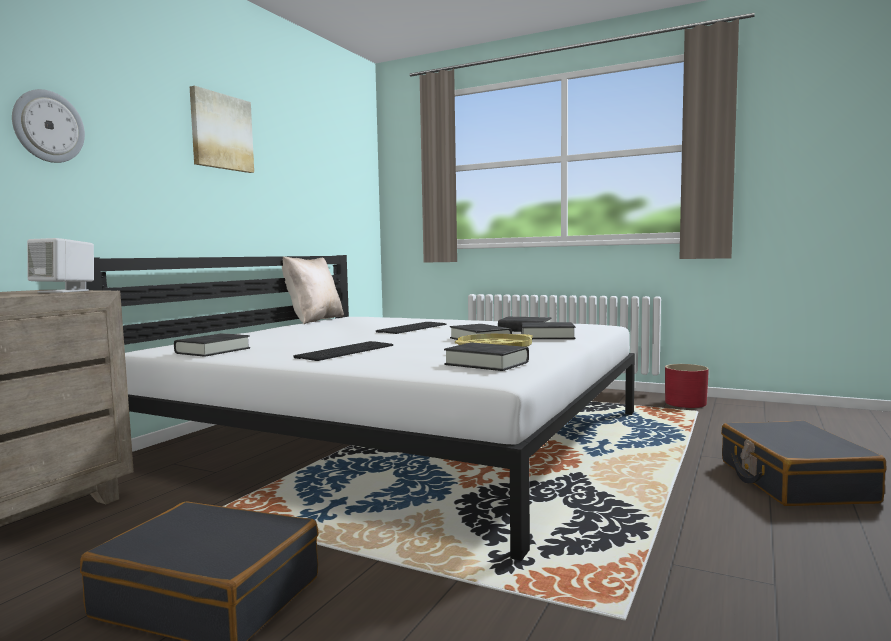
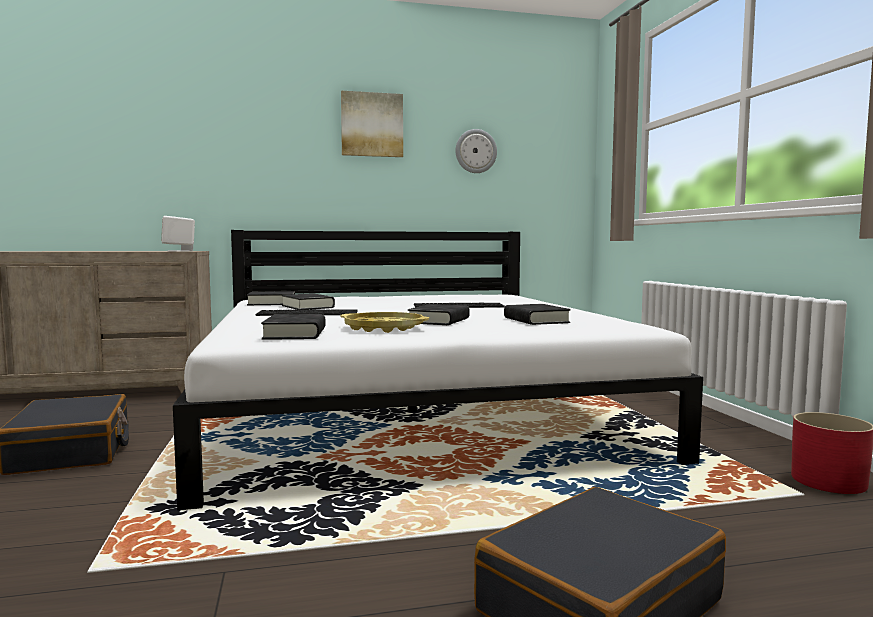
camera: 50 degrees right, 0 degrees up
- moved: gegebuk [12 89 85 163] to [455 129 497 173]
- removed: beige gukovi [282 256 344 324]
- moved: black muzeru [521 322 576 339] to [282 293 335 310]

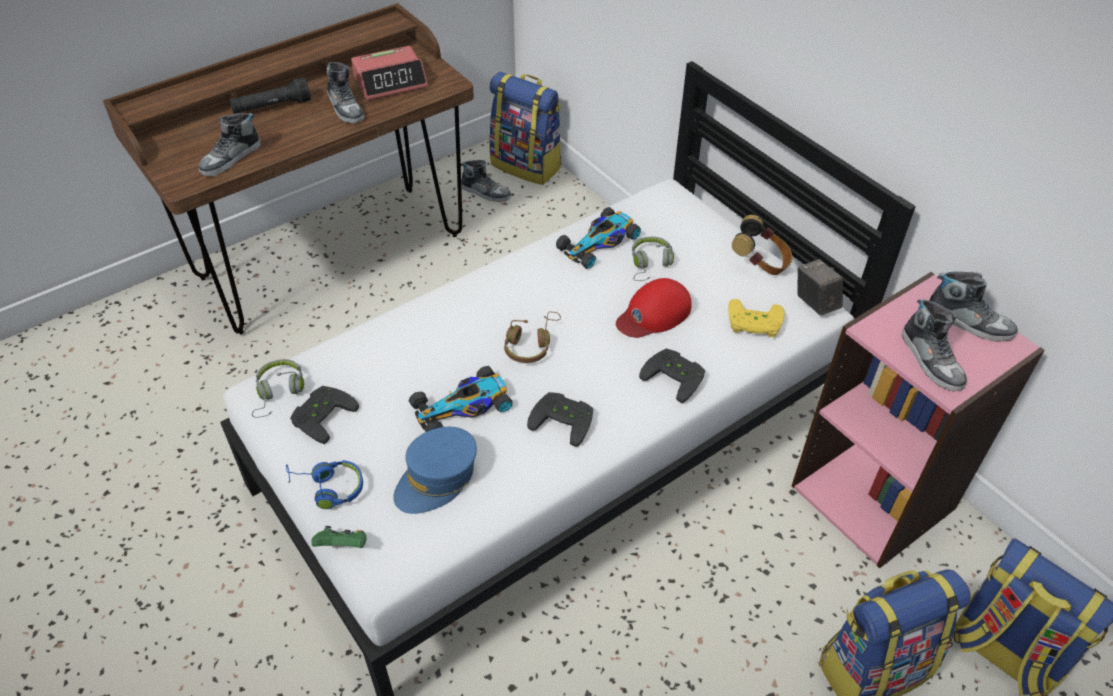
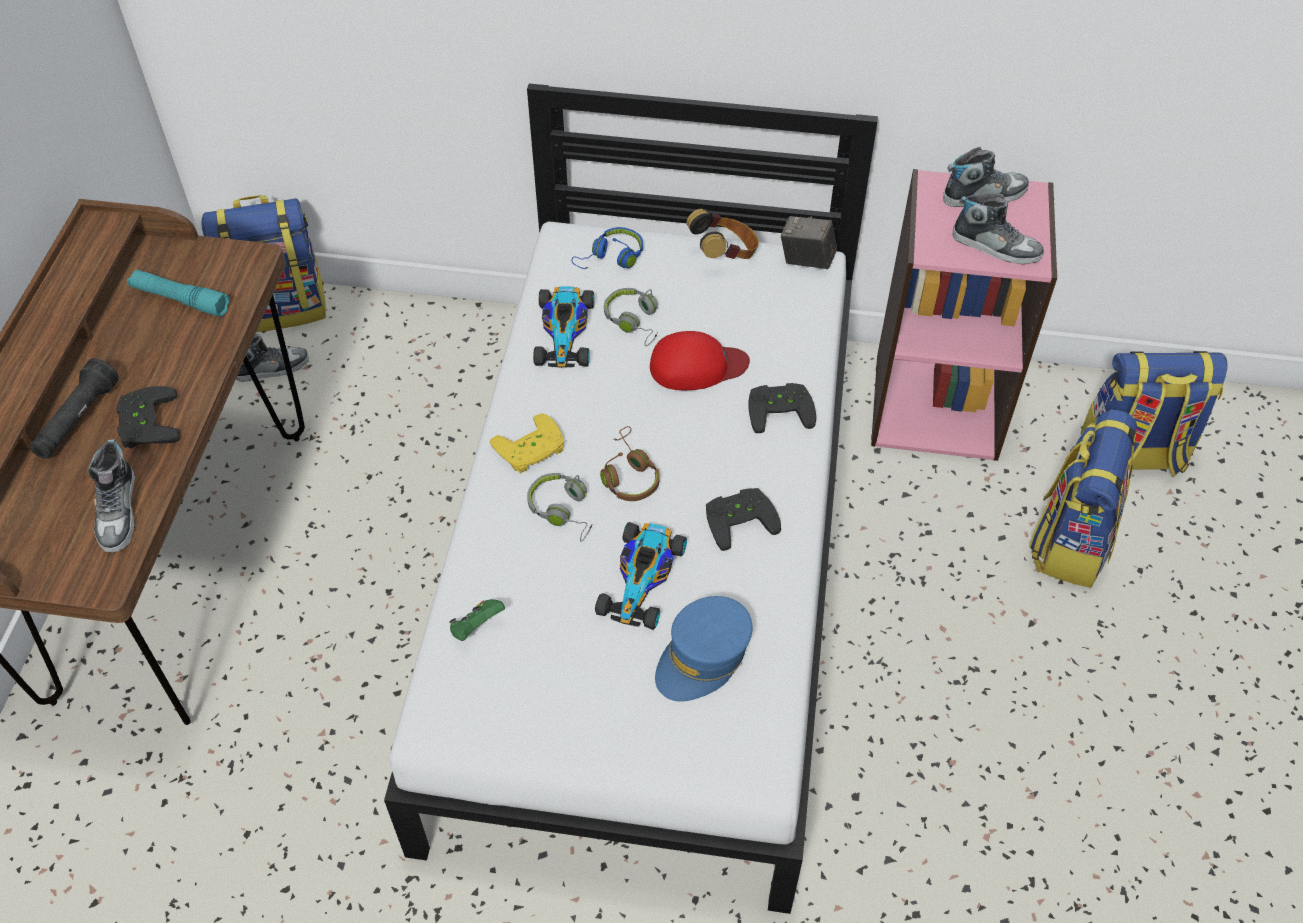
camera: 45 degrees left, 5 degrees up
- moved: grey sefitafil [252 359 304 418] to [527 473 593 542]
- moved: blue sefitafil [286 460 363 509] to [572 227 643 269]
- moved: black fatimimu [290 386 360 444] to [116 386 180 448]
- moved: green fatimimu [312 526 366 548] to [449 599 505 641]
- removed: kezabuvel [326 62 364 124]
- replaced: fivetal [351 46 428 101] to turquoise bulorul [127 269 230 317]
- turned: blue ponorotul [393 427 477 514] = [655 596 753 702] 45 degrees clockwise
- turned: red ponorotul [616 278 692 338] = [650 331 750 390] 105 degrees counterclockwise
- moved: yellow fatimimu [728 299 784 338] to [490 413 564 473]

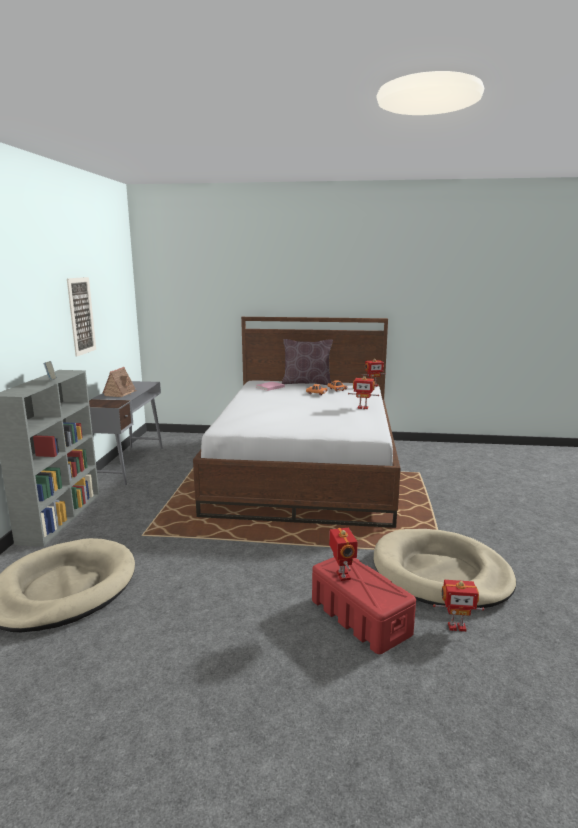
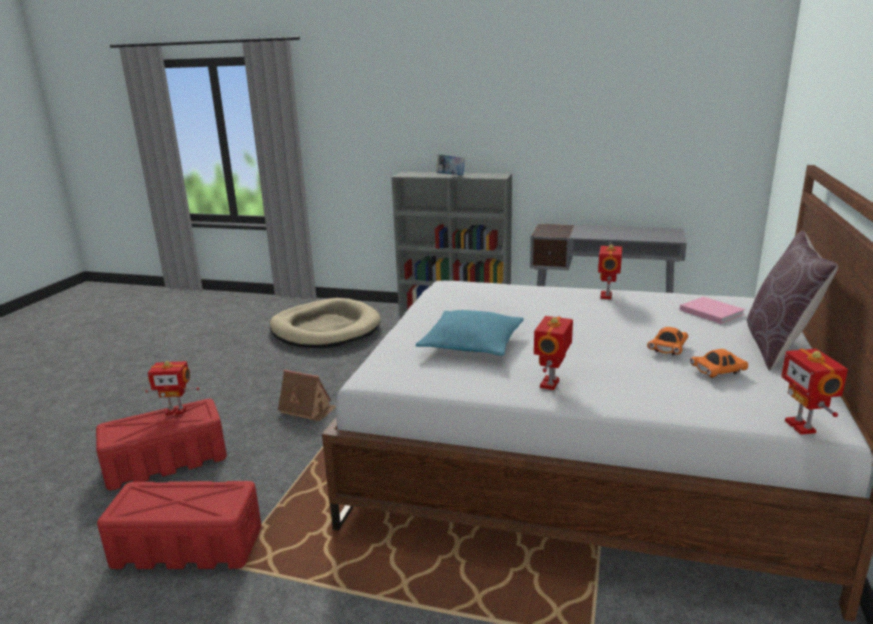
camera: 100 degrees right, 5 degrees up
- removed: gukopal [67 277 96 357]
- moved: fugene [103 367 137 397] to [278 369 336 421]
- replaced: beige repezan [374 529 516 610] to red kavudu [97 481 262 569]
- moved: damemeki [433 580 484 632] to [598 244 622 299]
- added: turquoise gukovi [416 310 524 356]

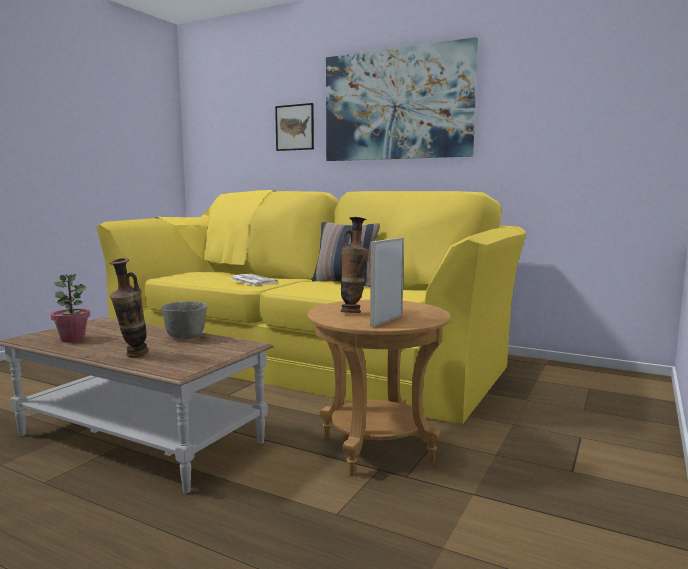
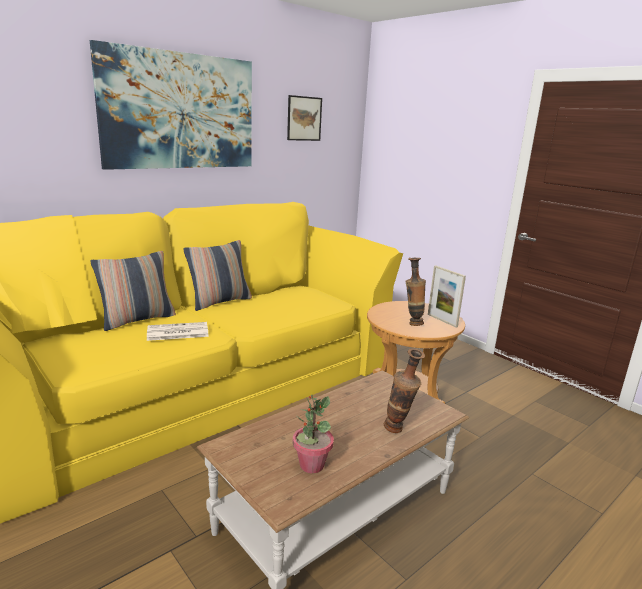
camera: 70 degrees left, 10 degrees up
- removed: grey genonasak [161 301 208 339]
- moved: gukopal [275 103 314 151] to [287 95 322 141]
- added: gukovi [91 251 176 331]

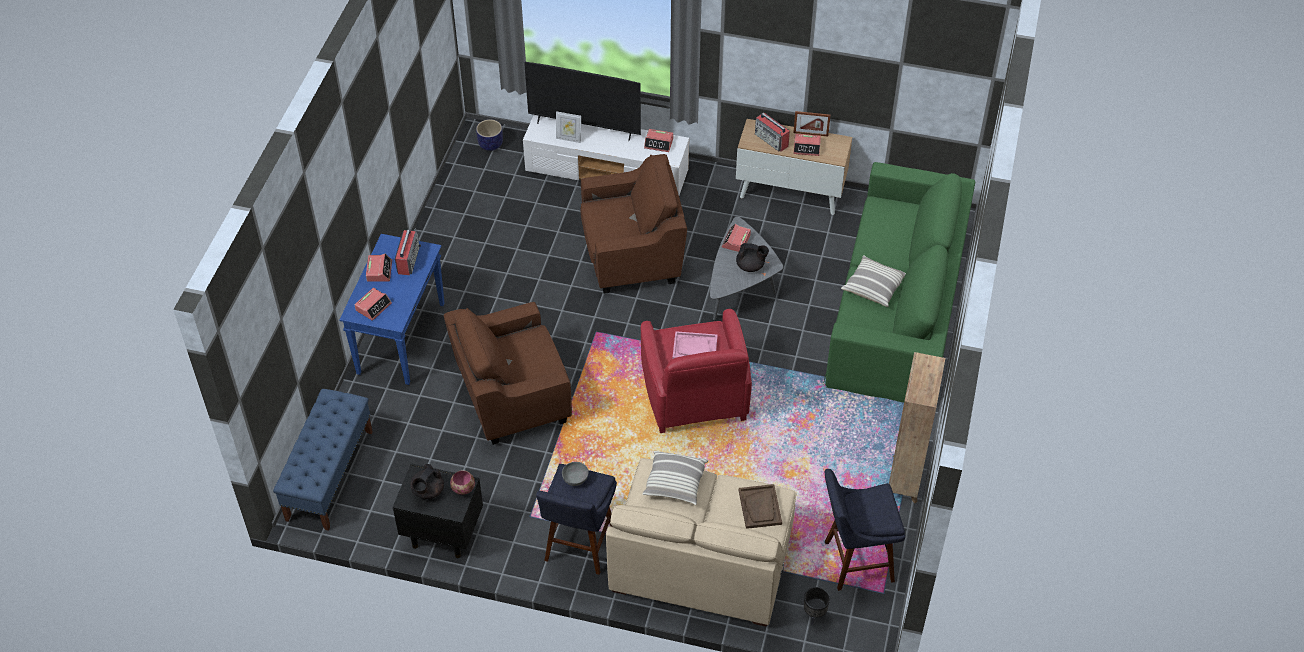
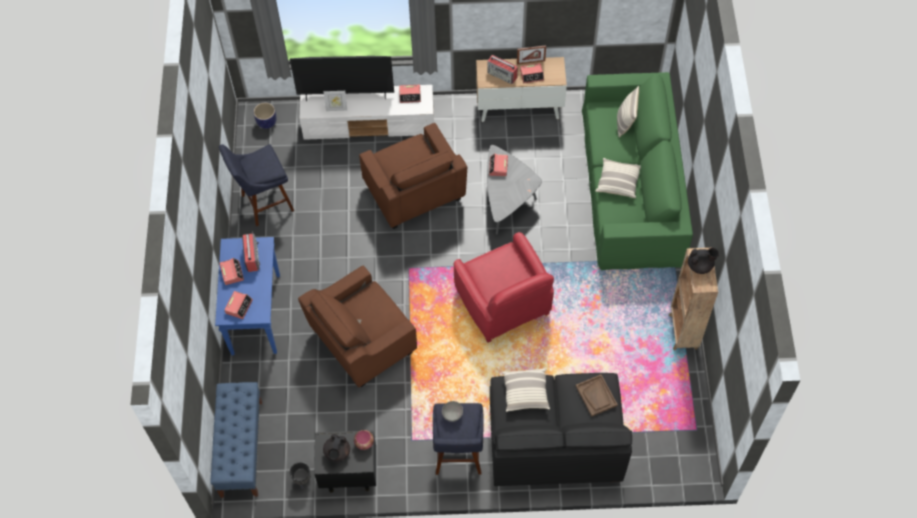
camera: 15 degrees left, 10 degrees up
- turned: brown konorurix [581 154 687 294] = [359 123 467 229] 90 degrees clockwise
- recoloured: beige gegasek [606 458 796 626] to black gegasek [490 373 632 486]
- removed: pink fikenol [672 331 718 359]
- moved: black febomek [736 243 769 272] to [688 248 719 274]
- moved: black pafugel [804 587 830 625] to [290 462 311 489]
- moved: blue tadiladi [825 469 905 591] to [219 144 294 226]
- added: gukovi [617 86 639 138]

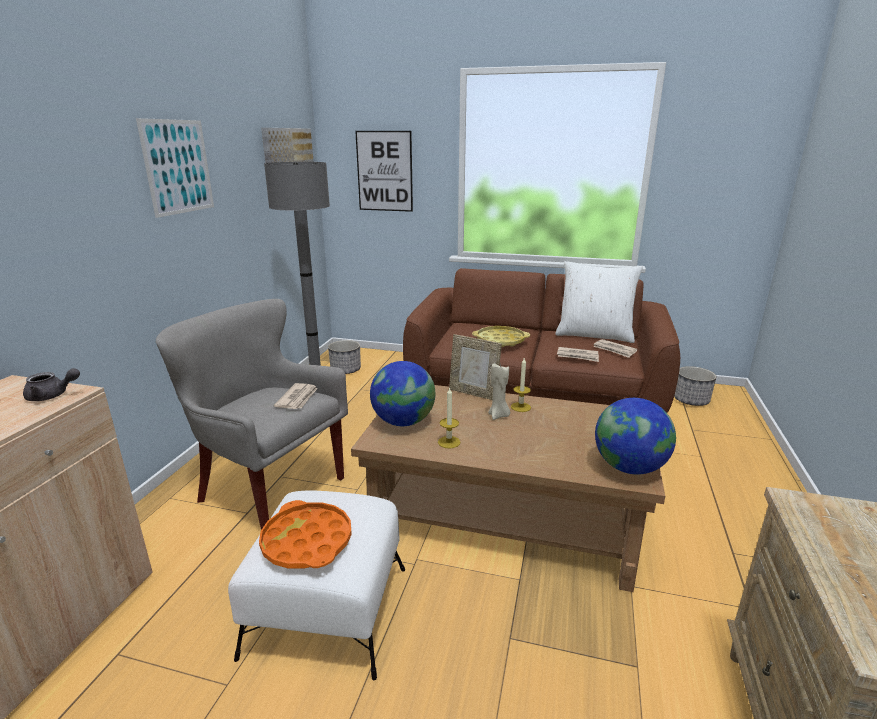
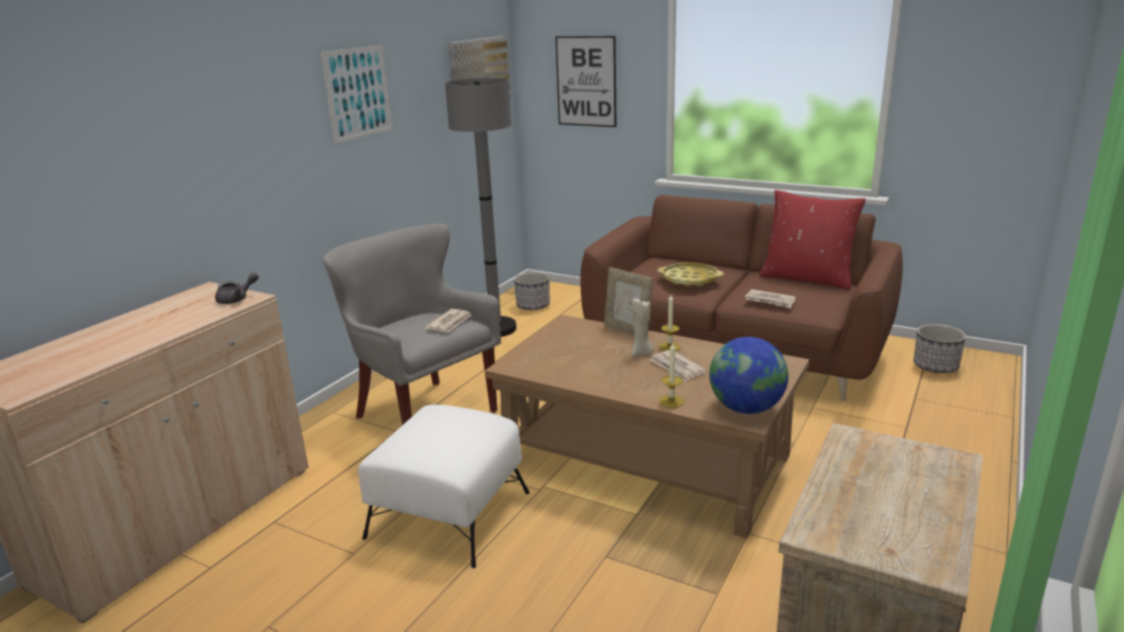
camera: 15 degrees right, 0 degrees up
- turned: grey febomek [23 368 80 401] = [215 272 259 304] 45 degrees counterclockwise
- removed: orange fikenol [259 500 352 569]
- removed: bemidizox [370 361 435 426]
- moved: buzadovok [438 388 460 449] to [659 343 684 408]
- recoloured: white gukovi [555 261 643 343] to red gukovi [760 190 866 290]
- moved: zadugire [593 339 638 358] to [650 350 706 382]

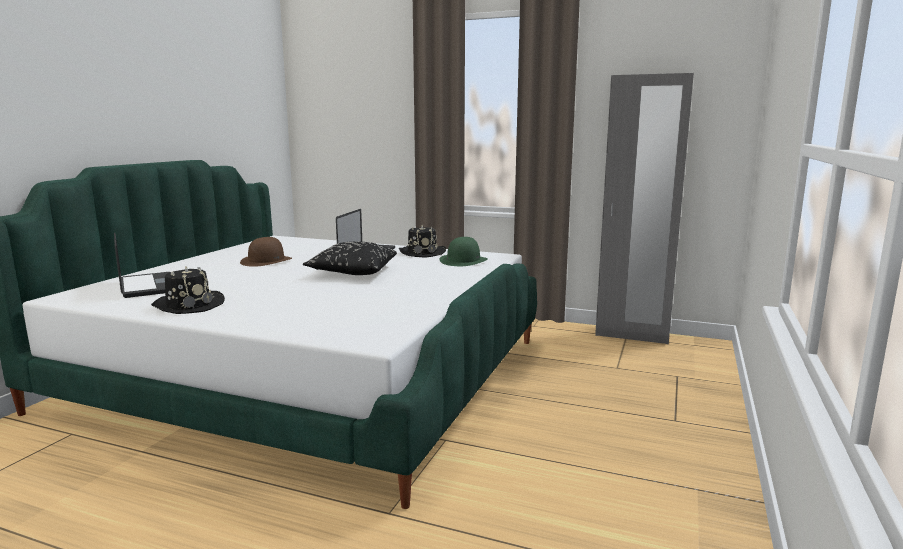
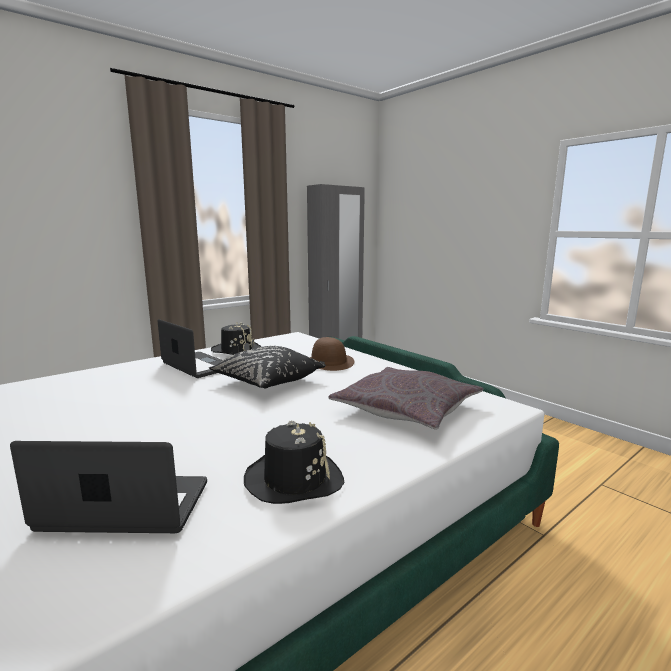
camera: 60 degrees left, 0 degrees up
- moved: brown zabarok [240 237 292 267] to [310 337 354 371]
- removed: green zabarok [439 237 488 266]
- added: grey gukovi [328 367 484 430]

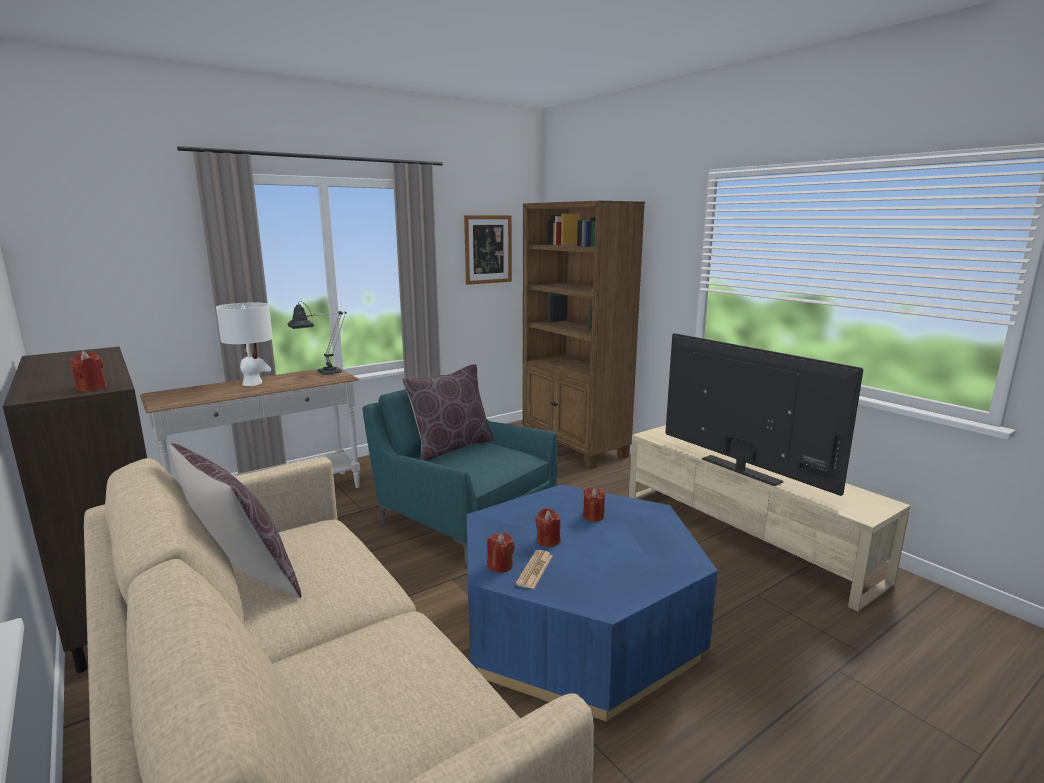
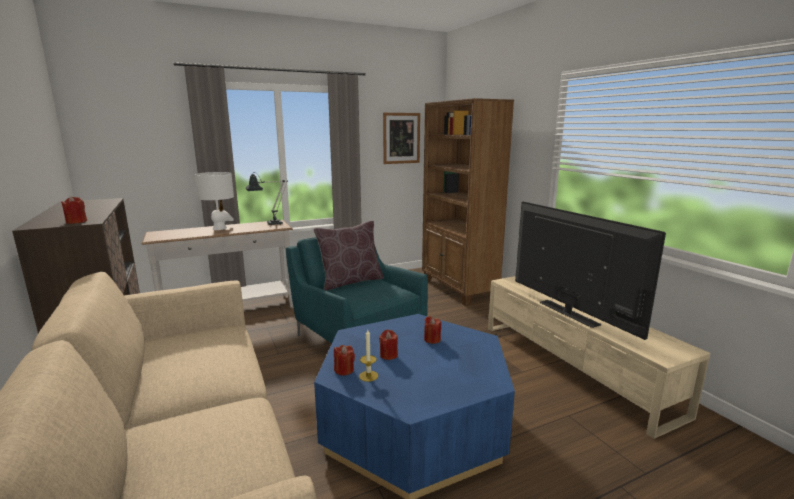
camera: 10 degrees right, 0 degrees up
- removed: brown gukovi [169 443 301 598]
- replaced: zadugire [516 550 553 589] to buzadovok [359 330 378 382]

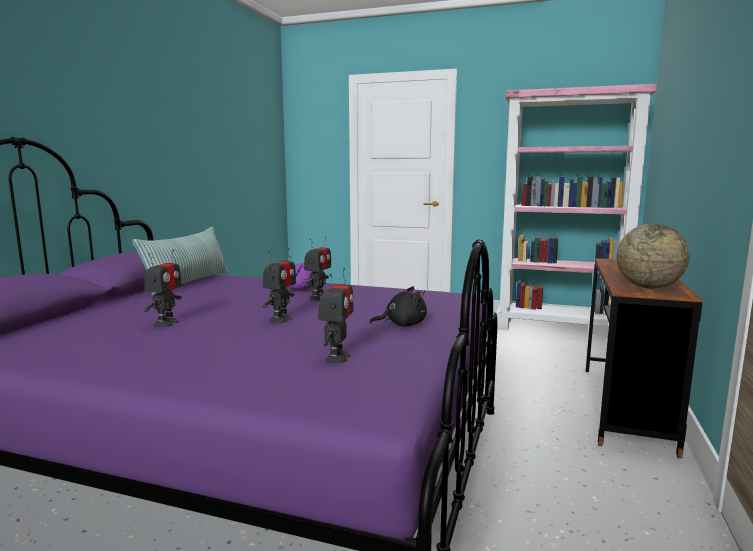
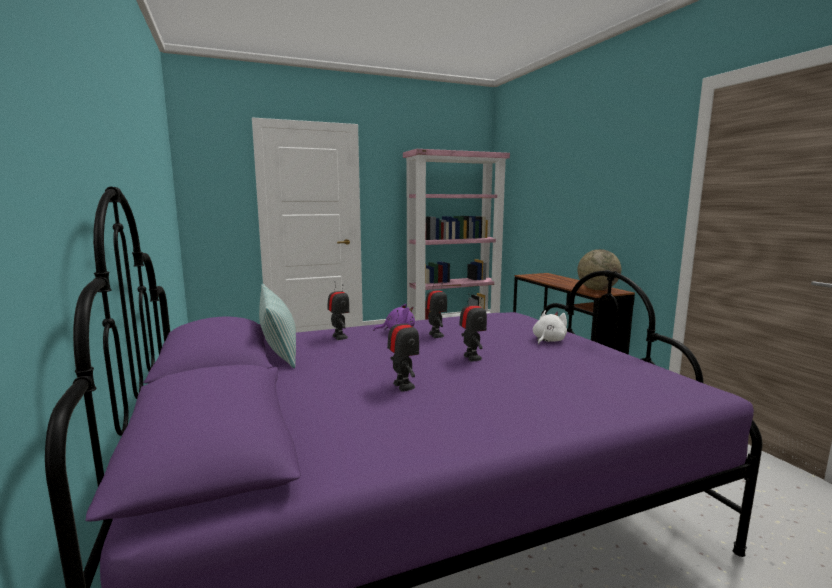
camera: 40 degrees left, 0 degrees up
- moved: damemeki [318 268 353 363] to [327 284 349 340]
- recoloured: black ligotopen [369 286 427 327] to white ligotopen [533 310 567 345]

